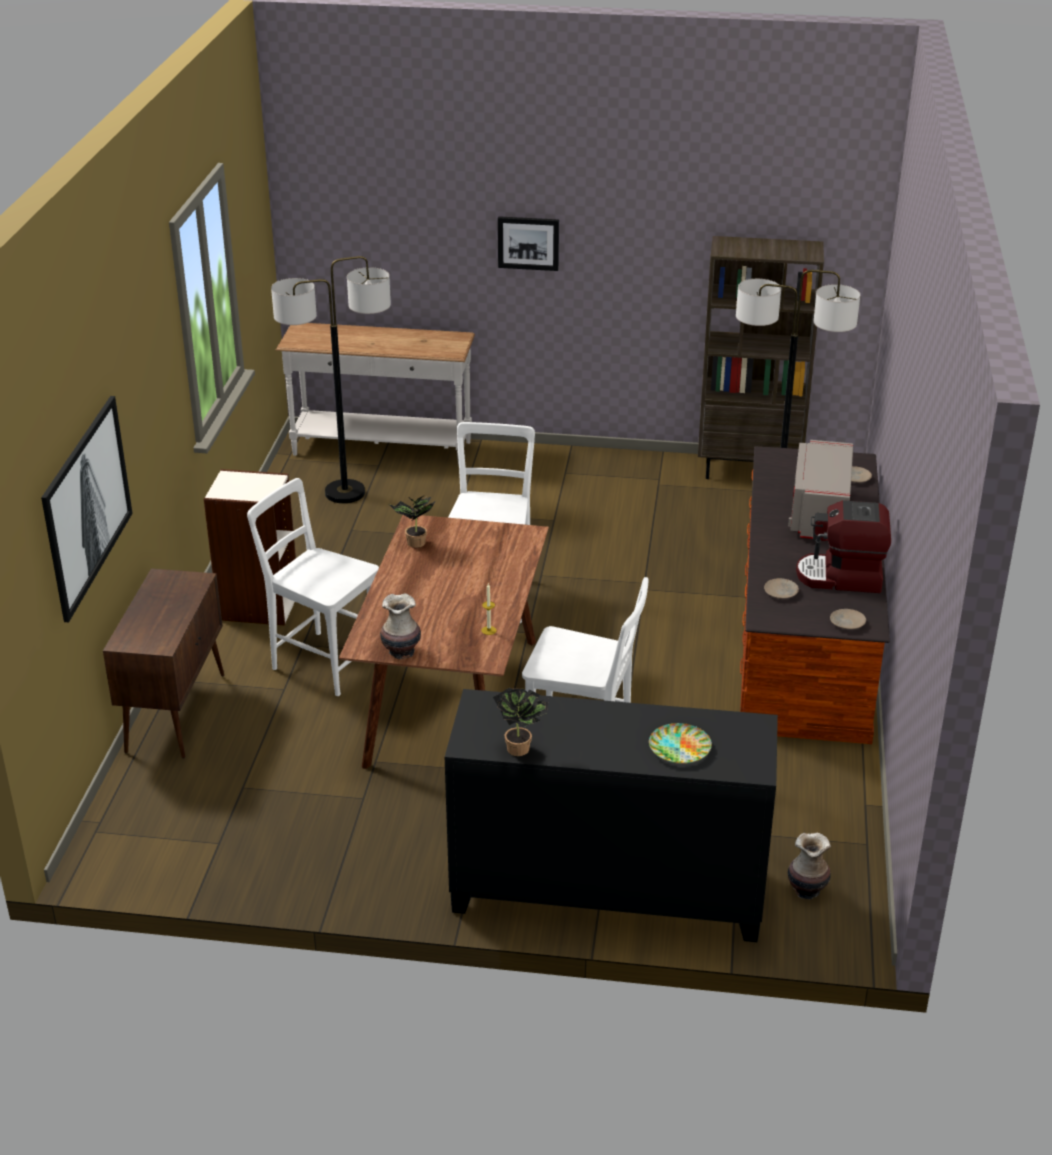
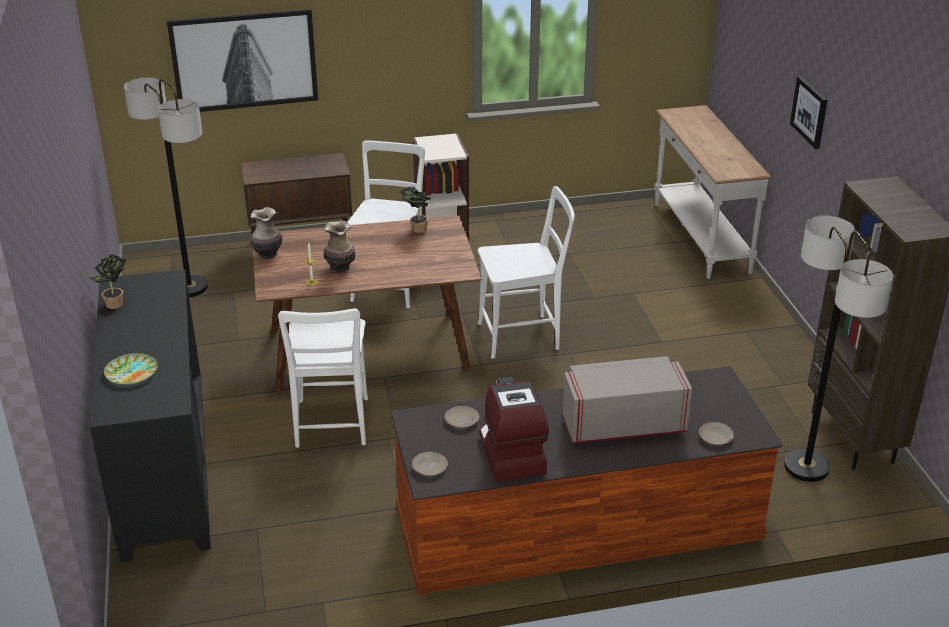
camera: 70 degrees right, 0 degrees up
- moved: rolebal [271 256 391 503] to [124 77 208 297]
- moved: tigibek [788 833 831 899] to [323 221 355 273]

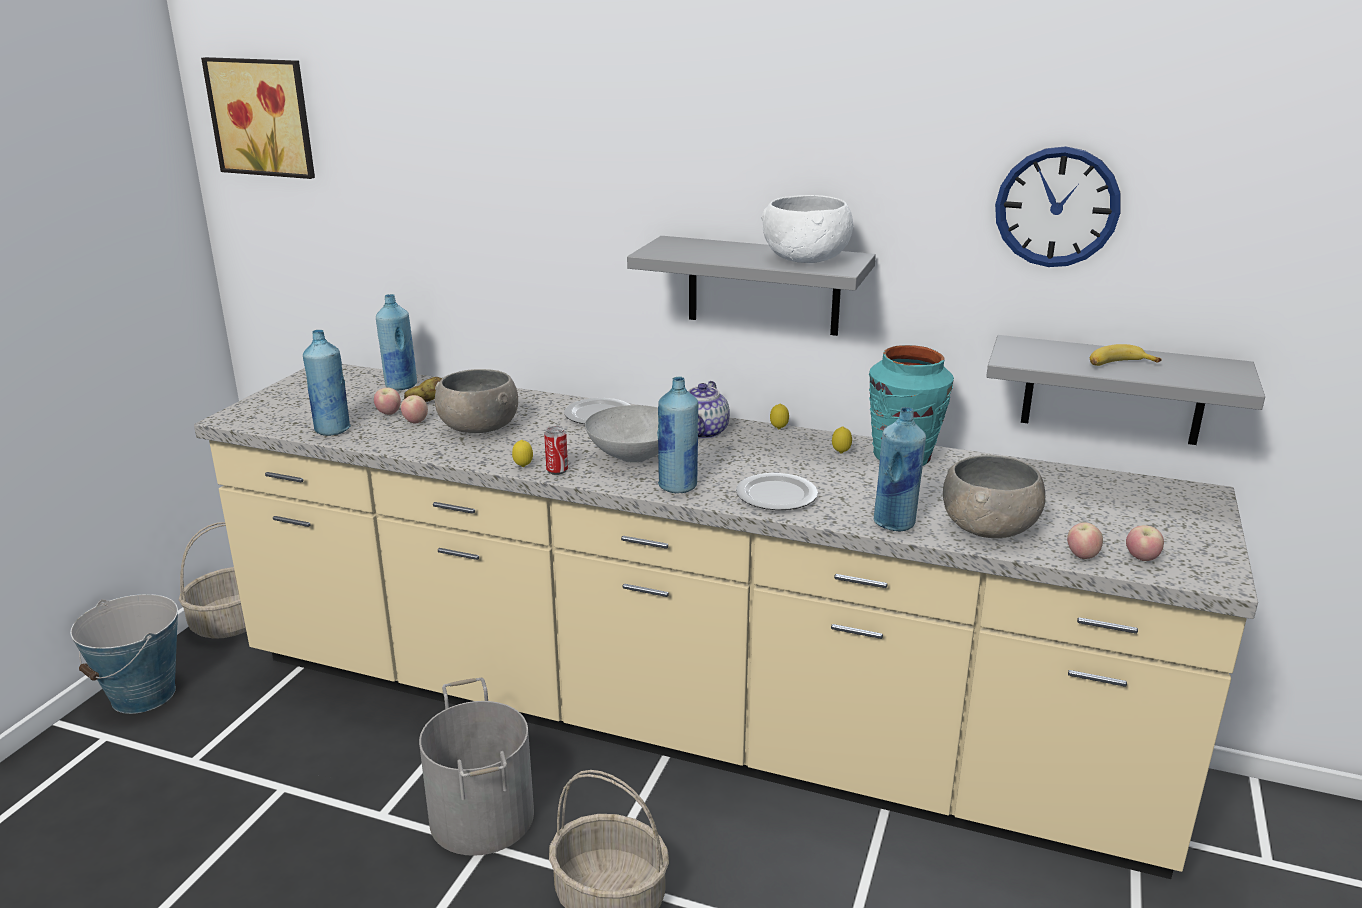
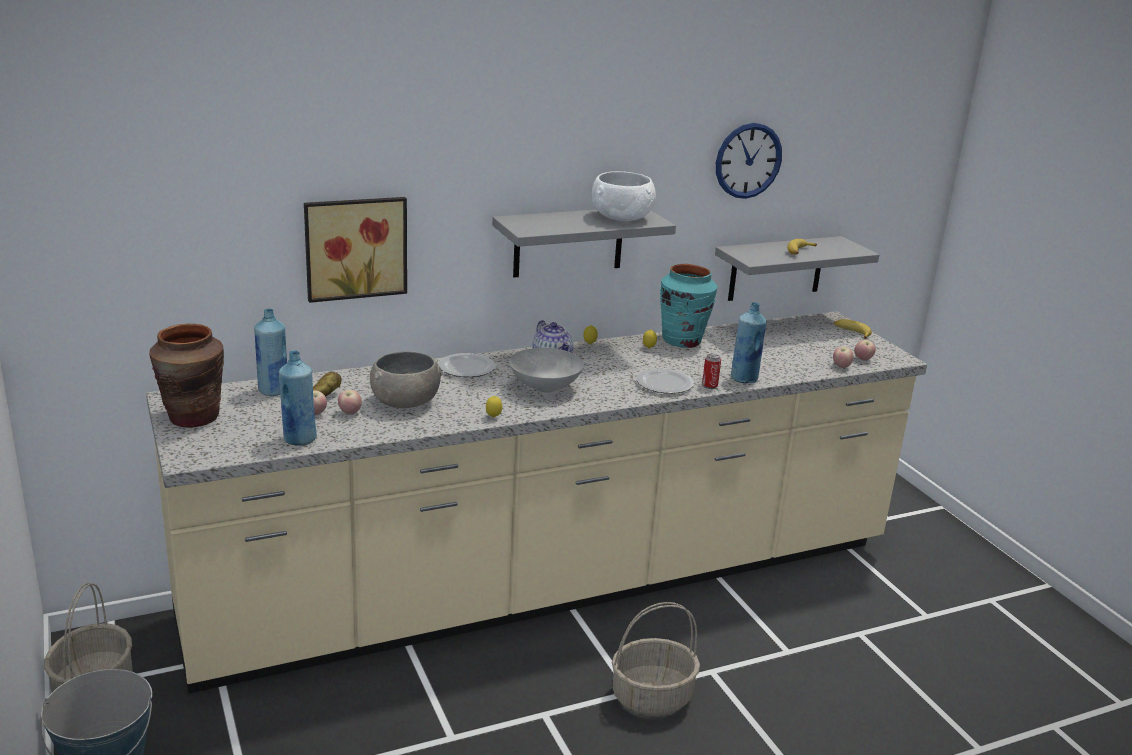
camera: 45 degrees left, 0 degrees up
- moved: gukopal [201 57 315 179] to [304 197 407 303]
- removed: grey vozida [419 678 534 856]
- moved: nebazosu [544 426 568 475] to [702 354 721 389]
- removed: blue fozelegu [657 376 698 493]
- removed: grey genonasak [943 455 1045 538]
- added: brown tigibek [149 324 224 428]
- added: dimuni [834 319 872 339]

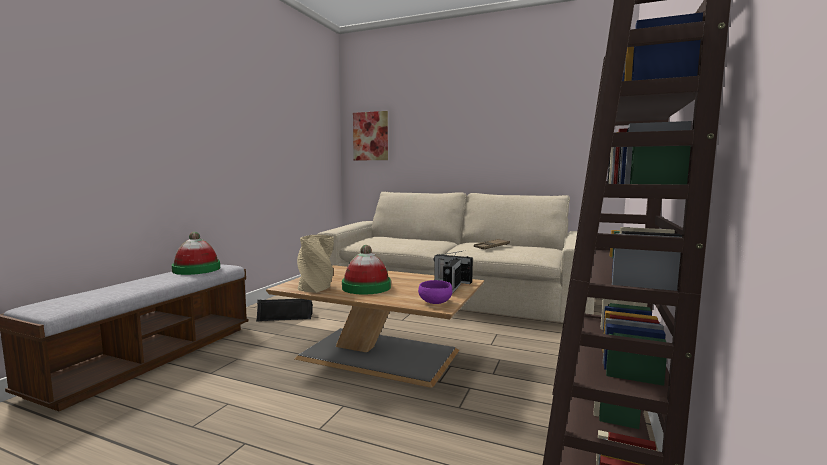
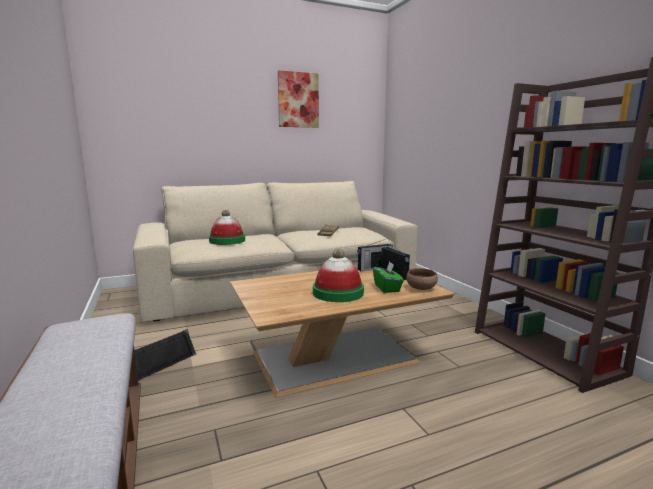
camera: 45 degrees left, 5 degrees up
- moved: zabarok [172 232 220 275] to [209 210 245 245]
- removed: beige tigibek [297 235 334 293]
- moved: gukopal [353 111 388 161] to [278 70 319 128]
- recoloured: purple genonasak [418 280 452 304] to brown genonasak [406 268 438 290]
- added: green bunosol [373 262 404 293]

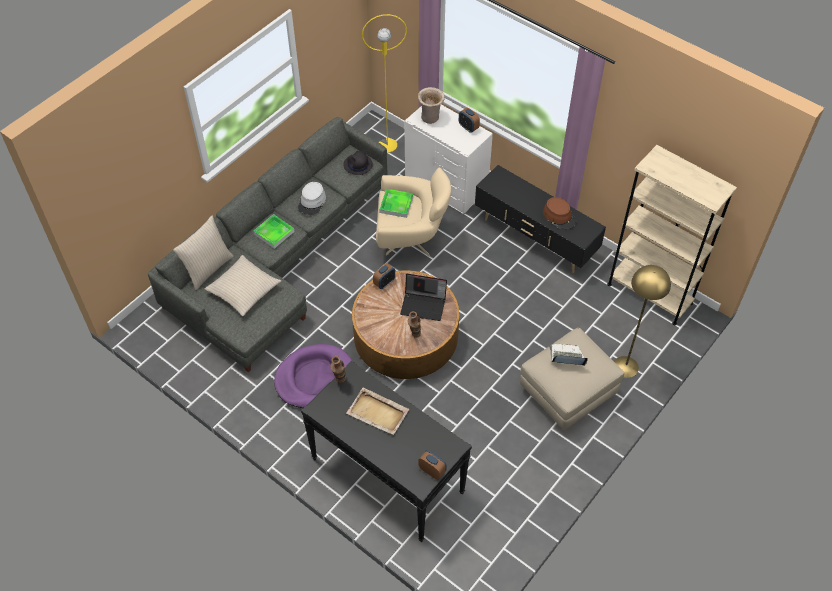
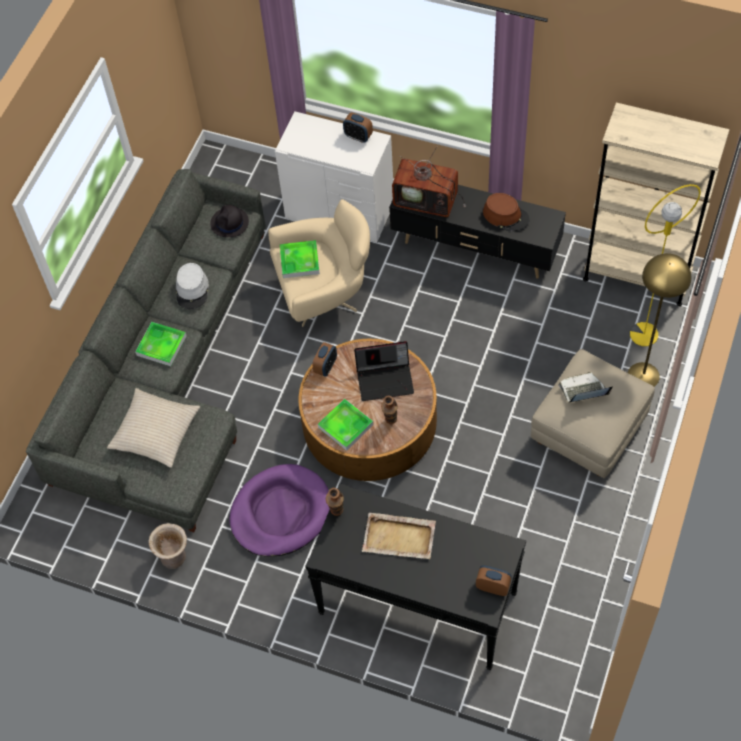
camera: 15 degrees left, 5 degrees up
- removed: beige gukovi [173 216 234 290]
- moved: yellow rolebal [362 14 407 153] to [630 184 701 346]
- moved: beige tigibek [418 87 445 124] to [149 523 187 569]
- added: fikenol [318 399 373 451]
- added: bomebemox [392 147 466 217]

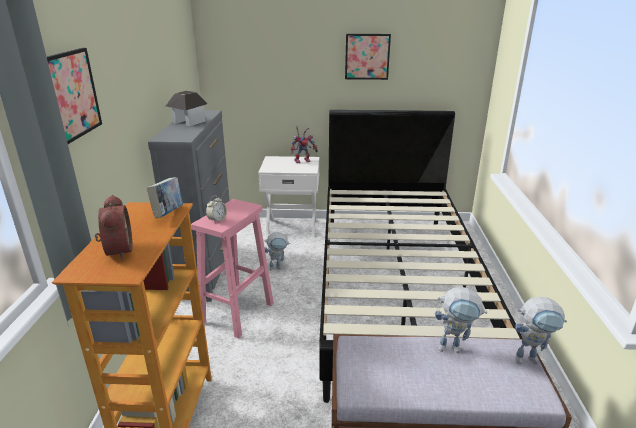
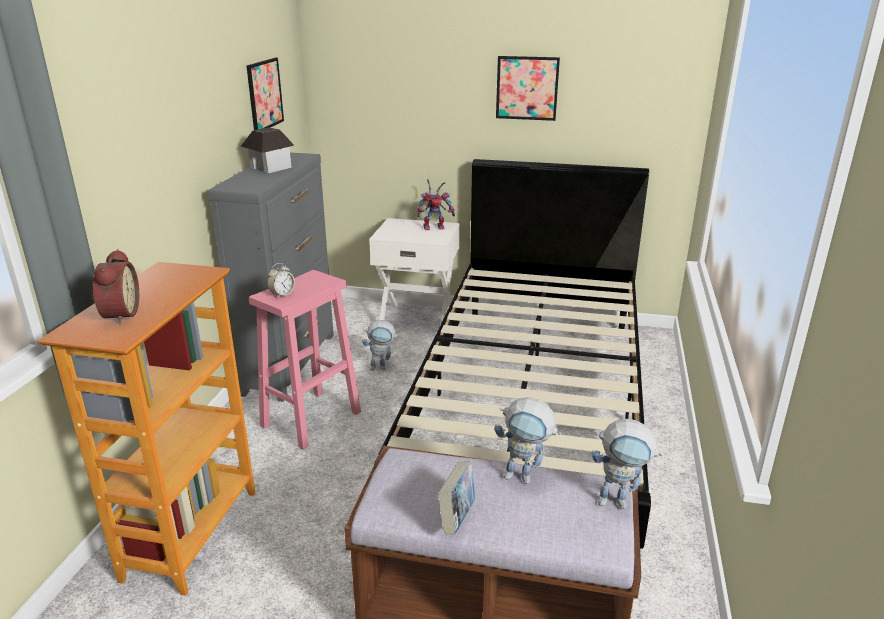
camera: 10 degrees right, 0 degrees up
- moved: gukopal [47 48 102 144] to [246 58 284 130]
- moved: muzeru [147 177 183 218] to [438 461 475 534]

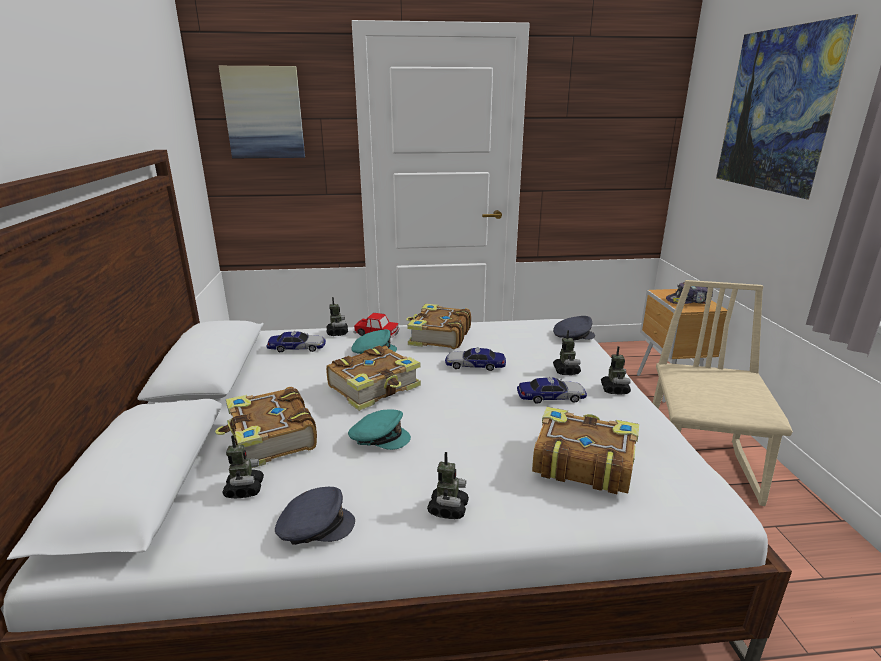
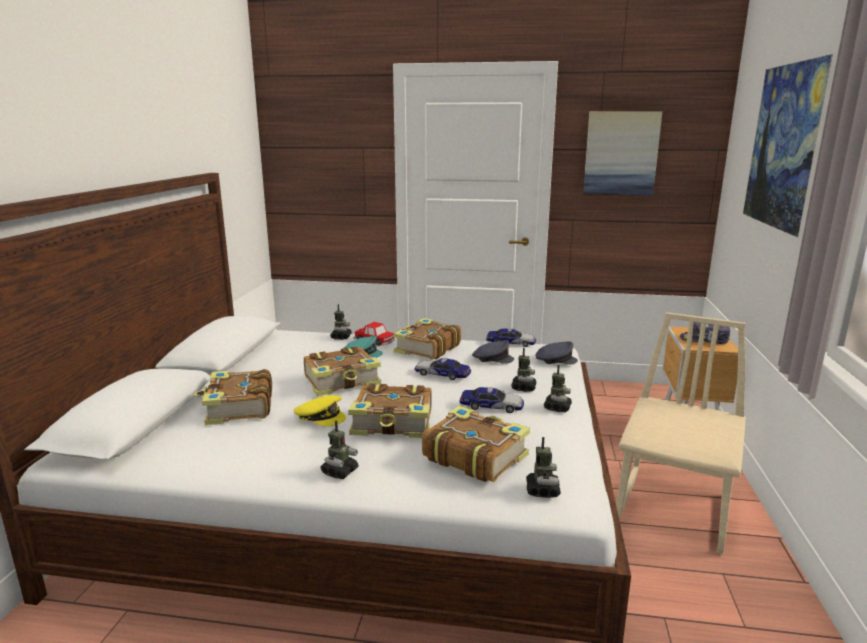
camera: 15 degrees right, 5 degrees down
- moved: gukopal [219 66 305 158] to [583 111 662 196]
- moved: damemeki [222 435 264 498] to [526 437 561 498]
- moved: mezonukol [266 331 326 352] to [486 328 536 347]
- moved: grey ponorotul [275 487 355 545] to [472 341 514 364]
- recoloured: turquoise ponorotul [348 409 411 450] to yellow ponorotul [294 395 346 427]
- added: muzeru [348 384 431 438]

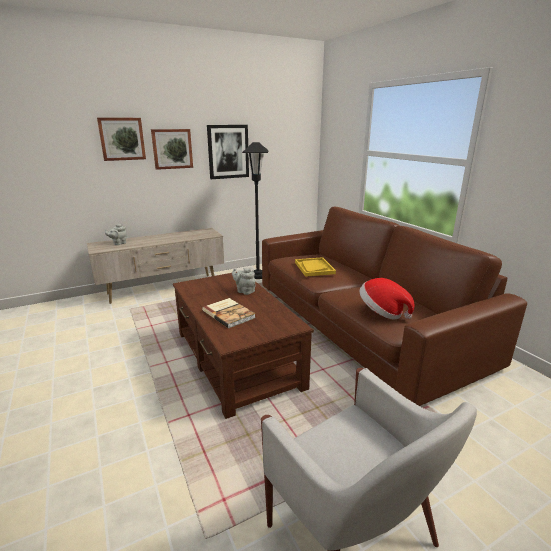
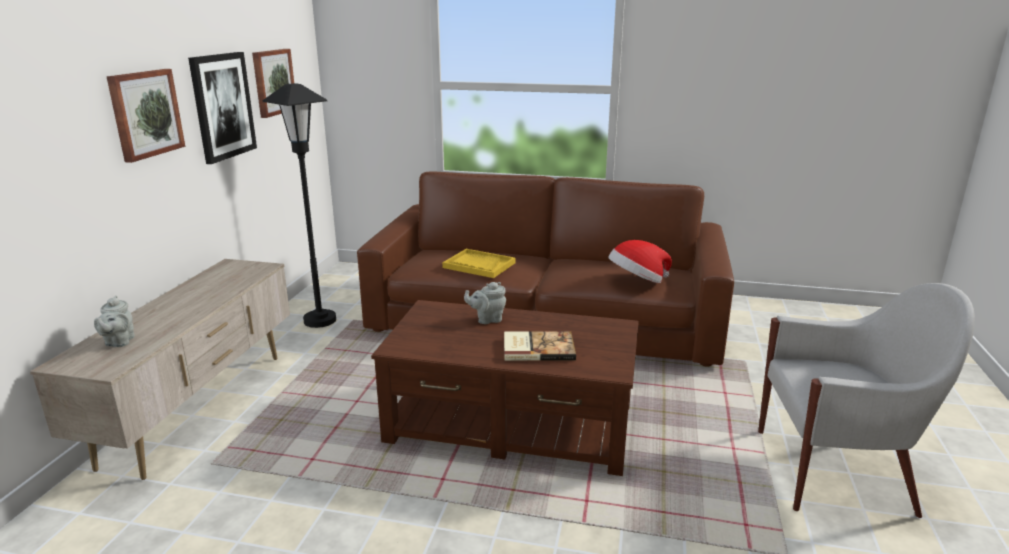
camera: 50 degrees left, 0 degrees up
- moved: gukopal [97 117 146 161] to [252 49 294 118]

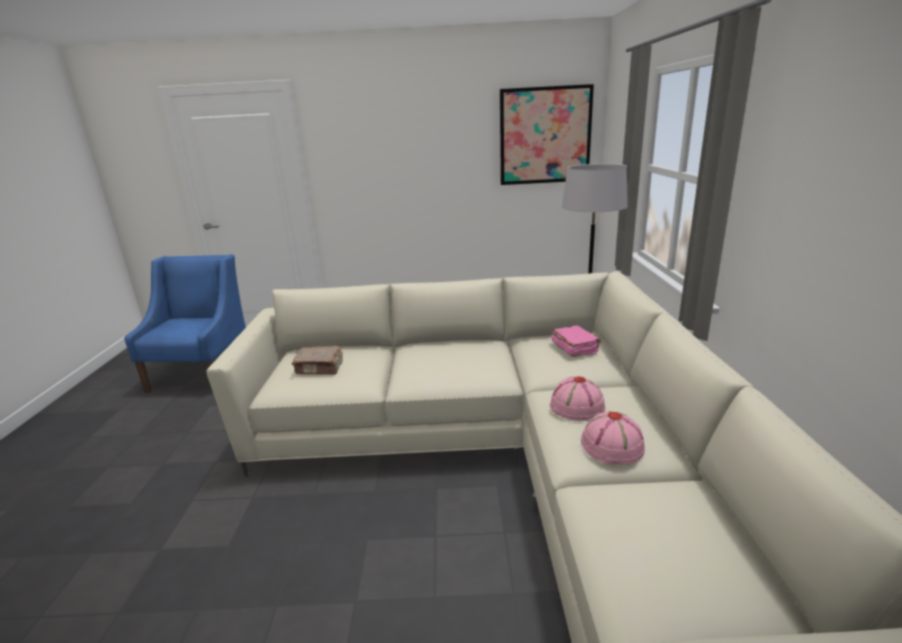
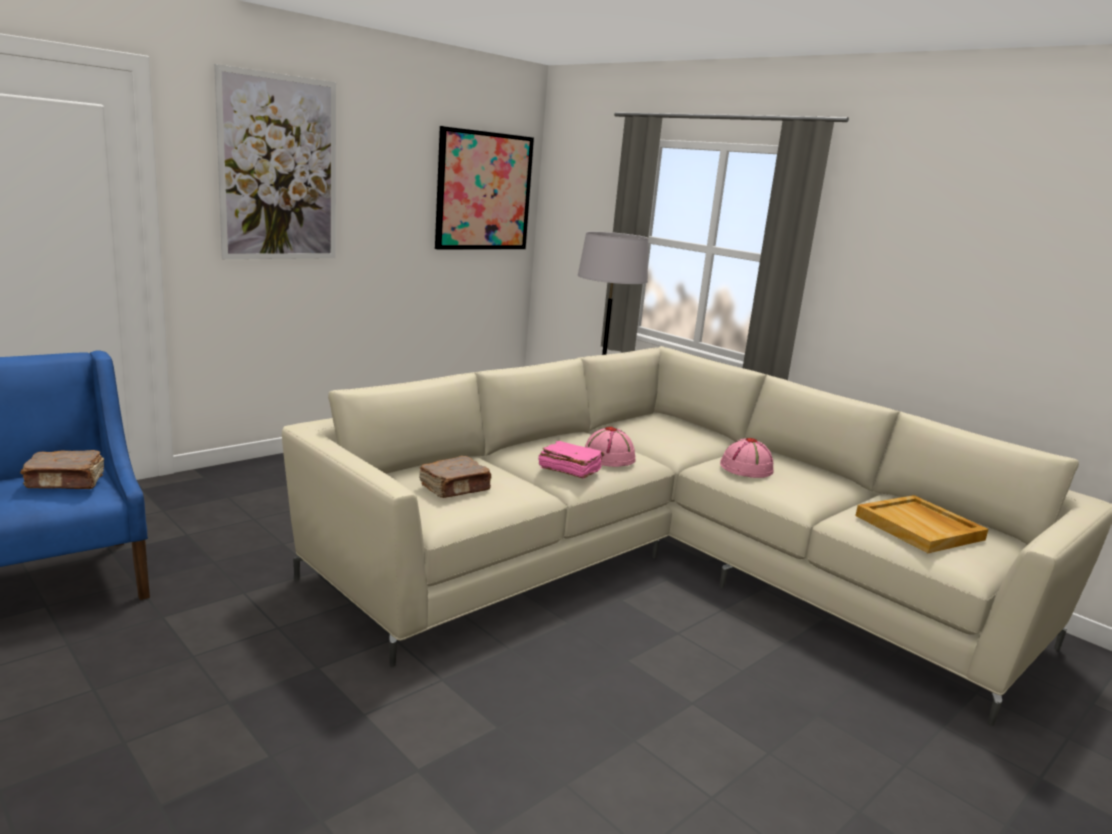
camera: 45 degrees left, 5 degrees down
- moved: pink muzeru [551 325 601 357] to [539 441 604 479]
- moved: pink zabarok [581 412 645 465] to [585 427 636 467]
- added: brown muzeru [20 450 104 489]
- added: gukopal [214 64 336 259]
- added: beige fikenol [855 495 988 553]

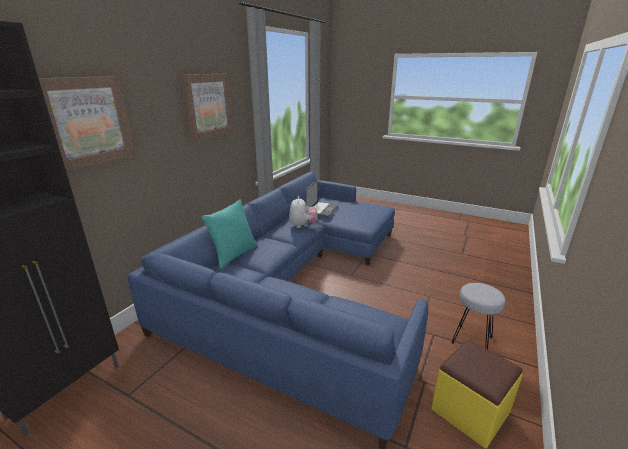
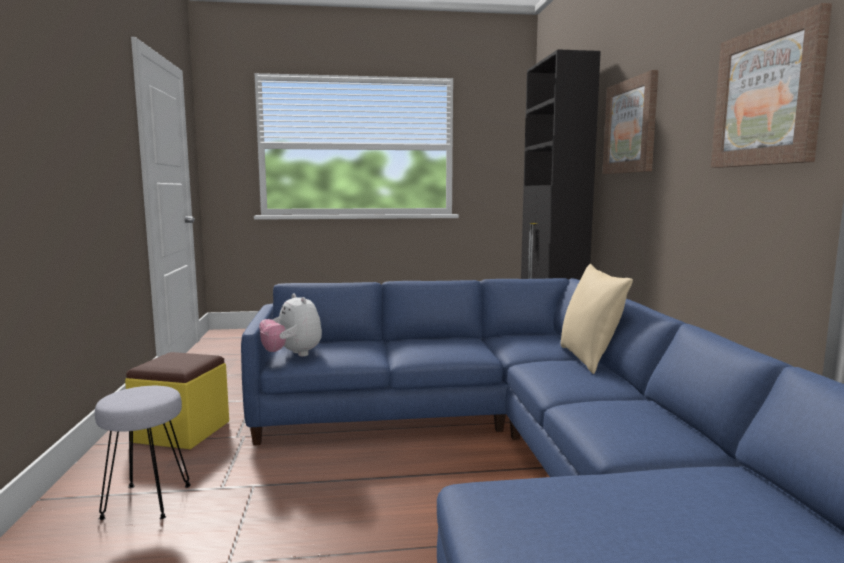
camera: 145 degrees right, 15 degrees down
- recoloured: turquoise gukovi [202 199 258 269] to beige gukovi [561 264 633 374]
- moved: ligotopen [289 196 318 228] to [259 294 322 356]
- removed: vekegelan [305 180 339 217]

